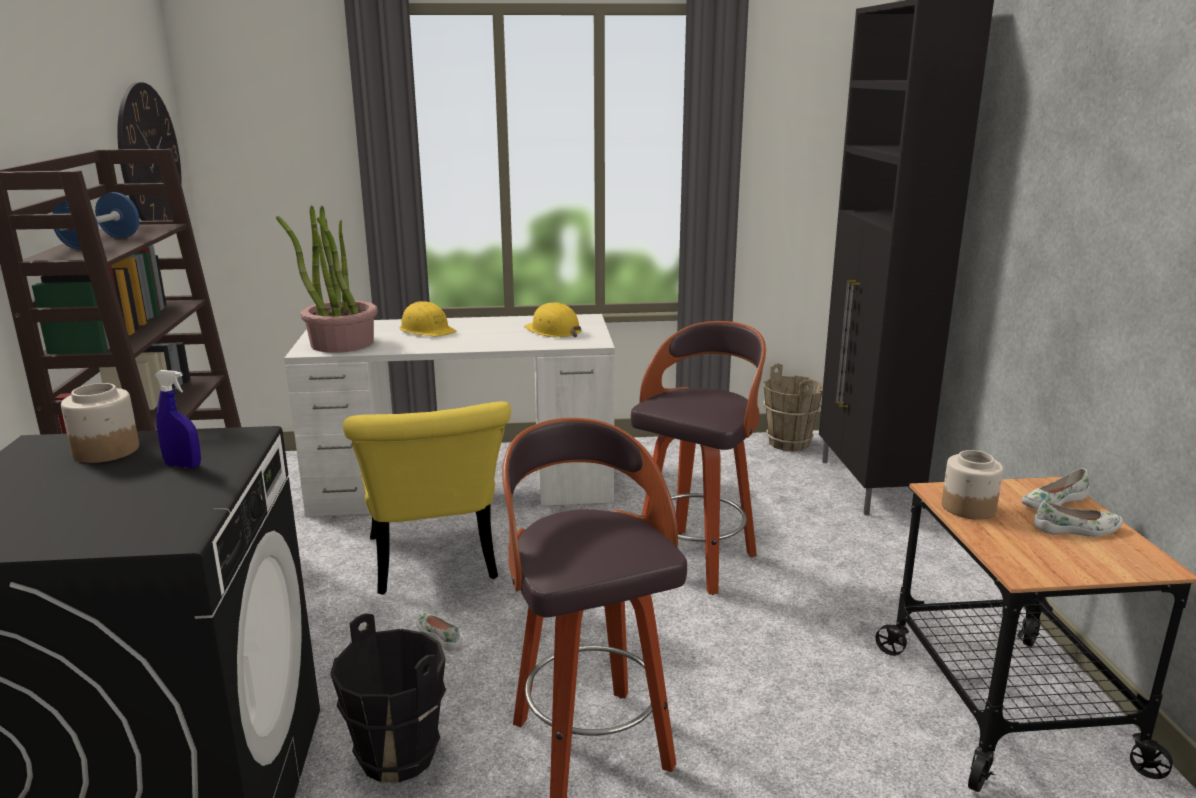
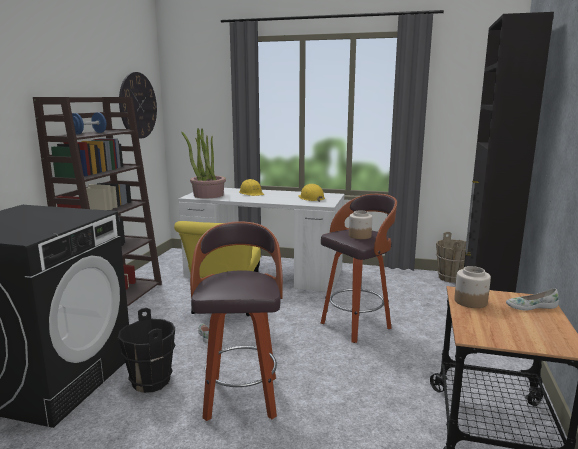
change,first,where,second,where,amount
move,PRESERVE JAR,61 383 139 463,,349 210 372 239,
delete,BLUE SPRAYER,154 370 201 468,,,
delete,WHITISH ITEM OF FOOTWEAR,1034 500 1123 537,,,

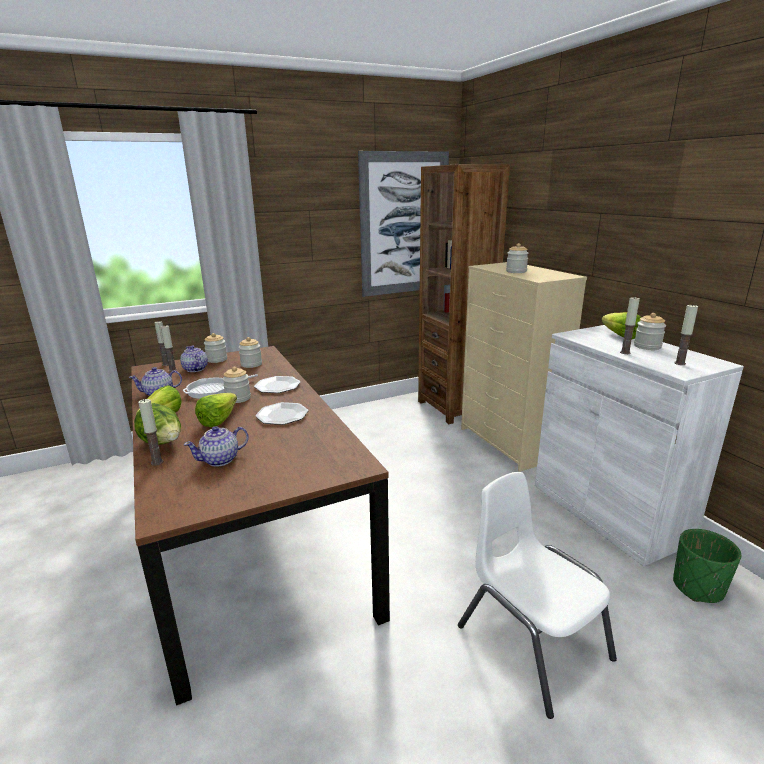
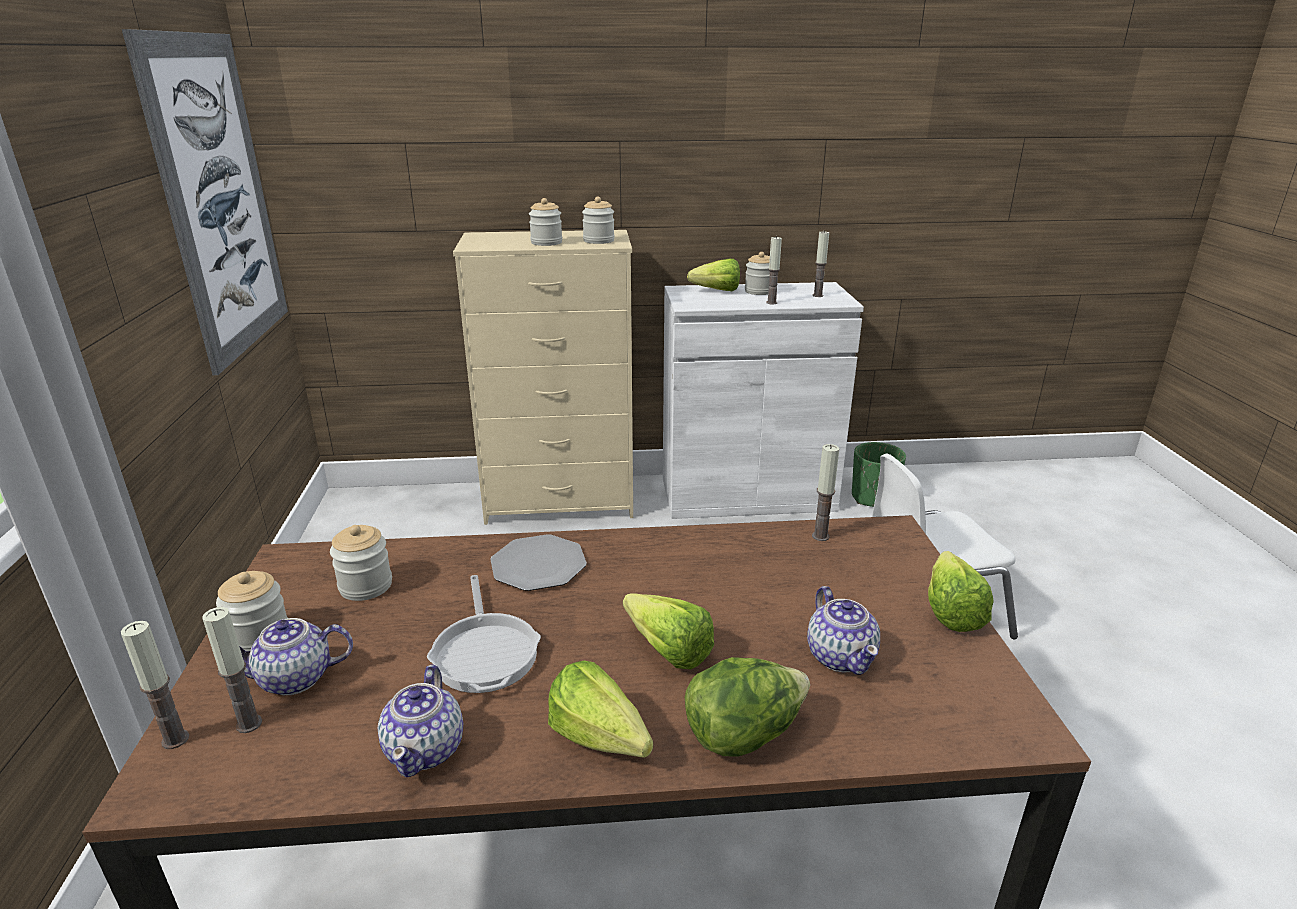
change,first,where,second,where,amount
move,PRESERVE JAR,222 367 251 403,,582 197 615 244,
move,WAX CANDLE,138 399 163 466,,812 444 839 541,
insert,,,LETTUCE HEAD,928 551 994 632,
delete,PLATE,255 402 309 425,,,
delete,BROWNISH BOOKCASE,418 164 510 424,,,

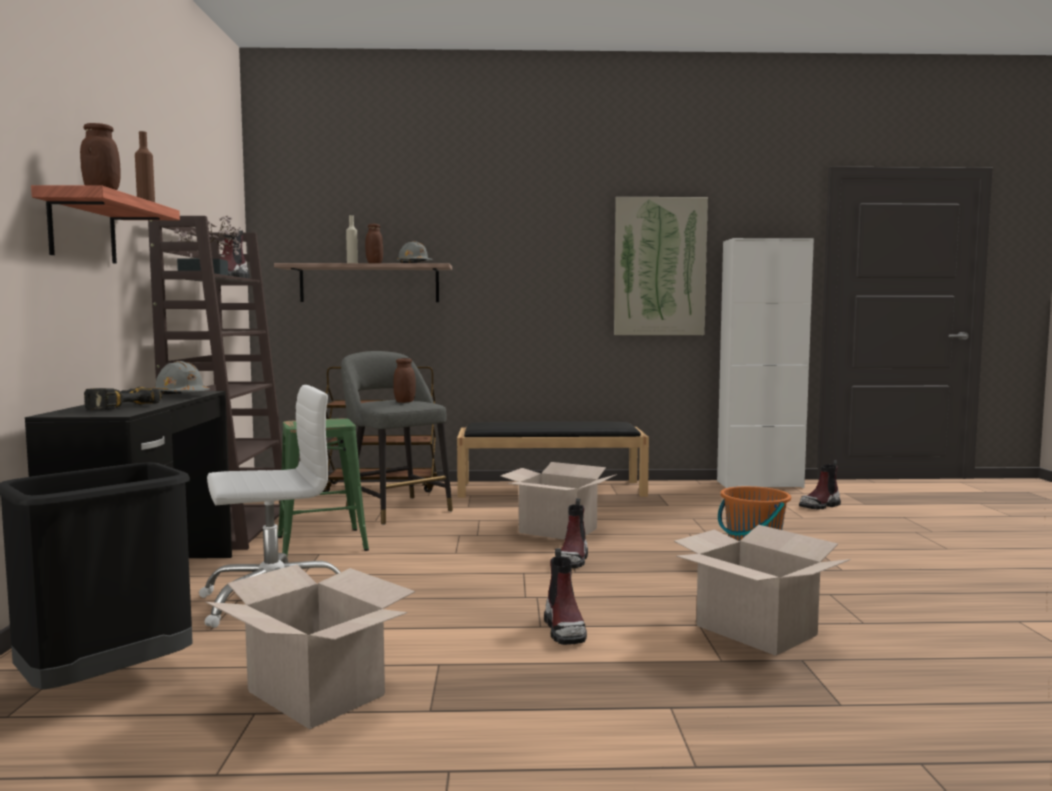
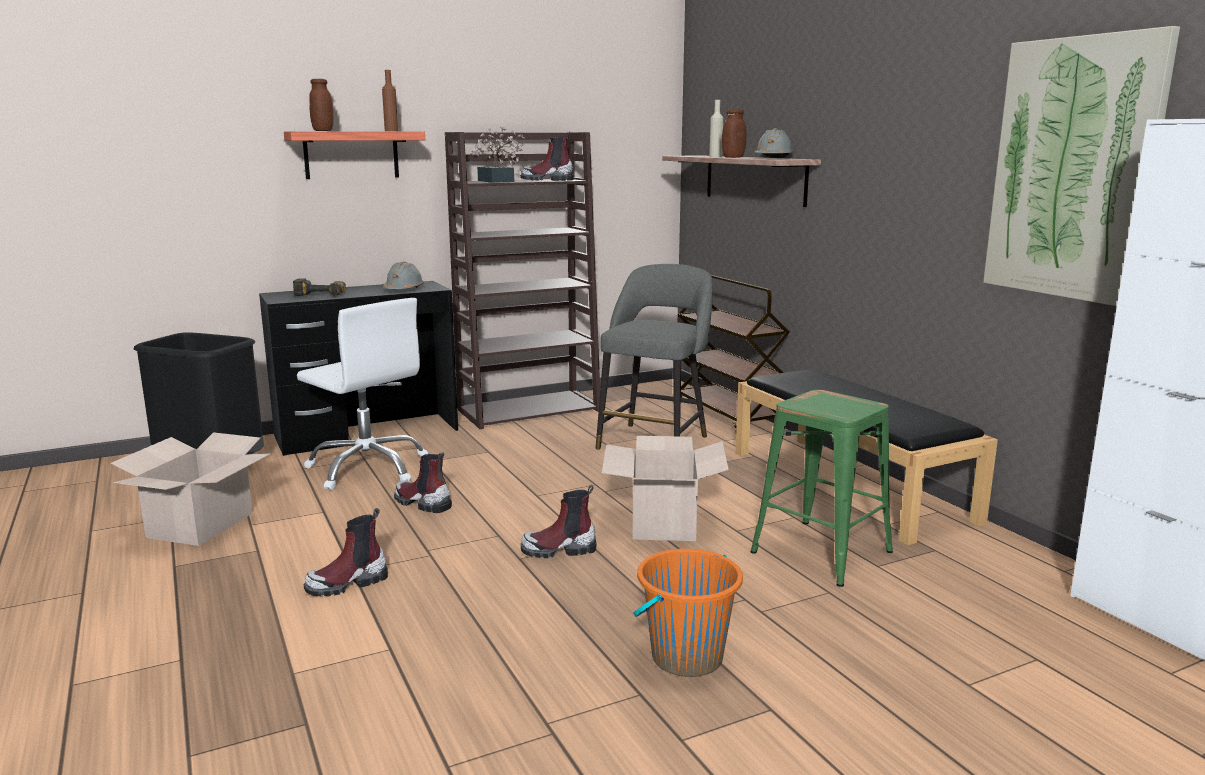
change,first,where,second,where,amount
move,TALL BOOT,799 460 841 510,,394 452 452 513,
move,GREEN-COLOURED SITTING STOOL,278 418 369 556,,751 390 893 587,
delete,BROWNISH PRESERVE JAR,393 358 416 403,,,
delete,PACKING BOX,674 525 851 656,,,

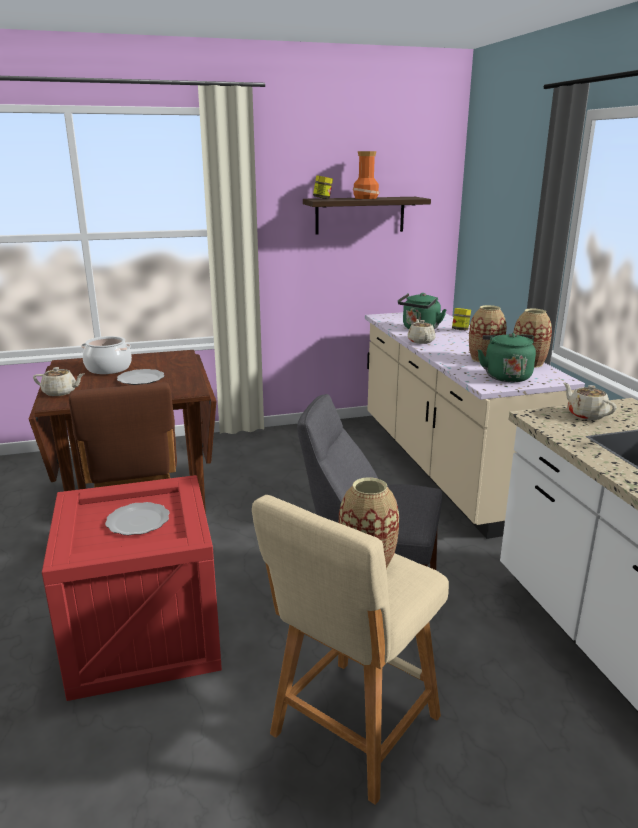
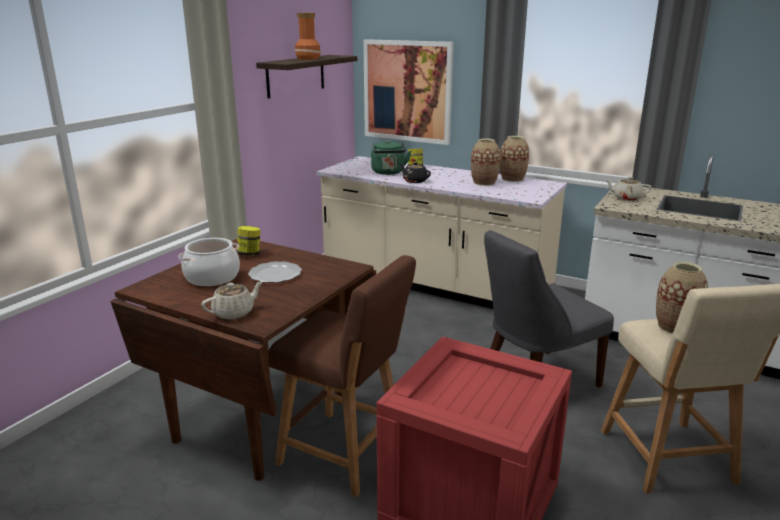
change,first,where,second,where,amount
move,PRESERVE JAR,313 175 333 199,,237 226 261 256,
insert,,,WALL ART,363 39 454 145,
recolor,BEIGE POT FOR TEA,408 319 436 344,BLACKISH POT FOR TEA,399 162 431 183,
delete,PLATE,105 502 170 535,,,
delete,GREEN-COLOURED KETTLE,478 333 536 382,,,

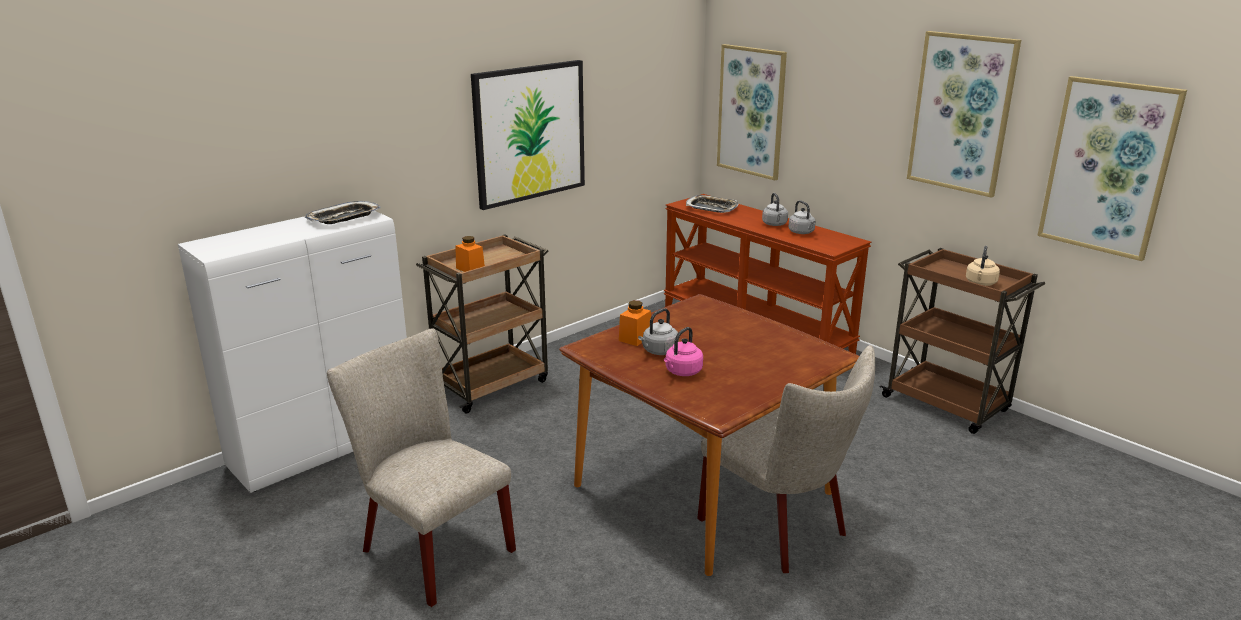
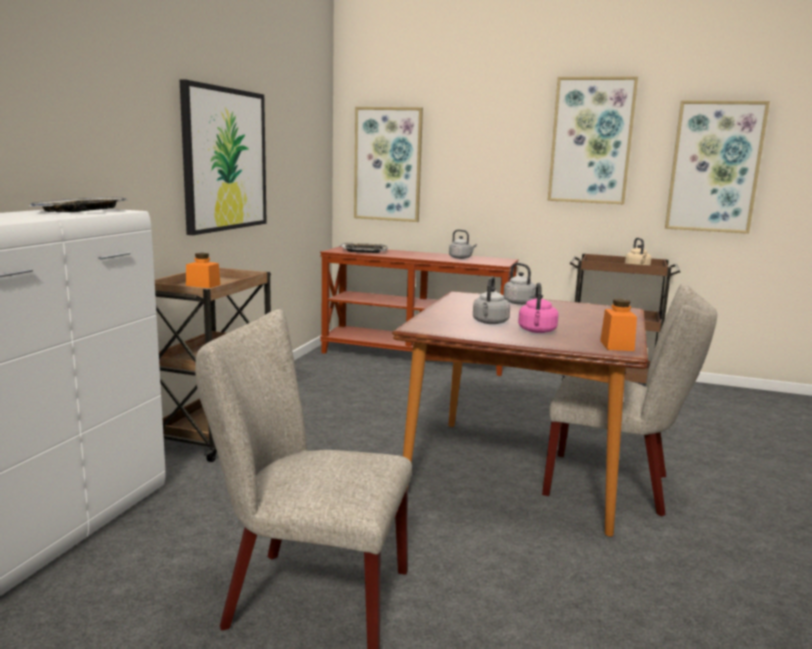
change,first,where,second,where,amount
move,GRAY KETTLE,762 193 788 226,,503 263 536 305,
move,ORANGE PRESERVE JAR,619 300 651 346,,600 299 637 351,

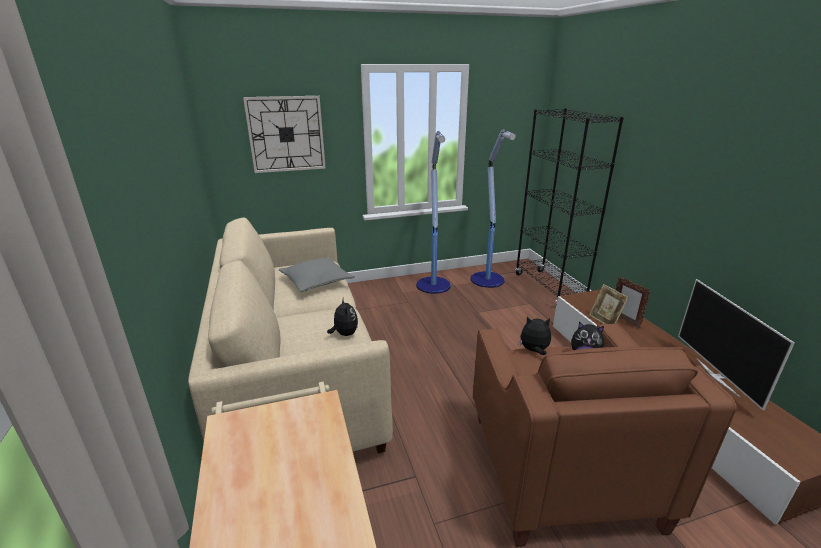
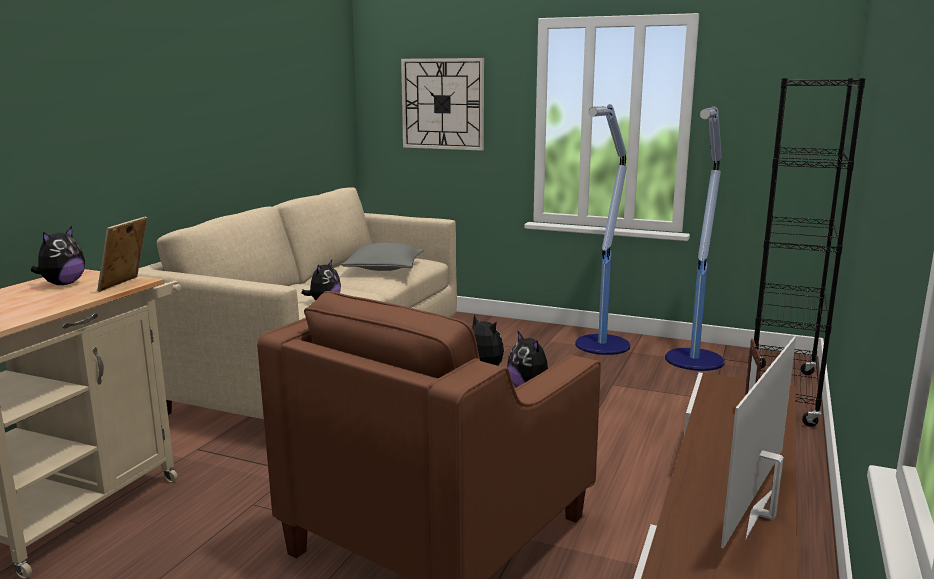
change,first,where,second,where,amount
insert,,,PLUSH TOY,31 226 85 285,
move,PHOTO FRAME,589 284 629 324,,97 217 147 292,

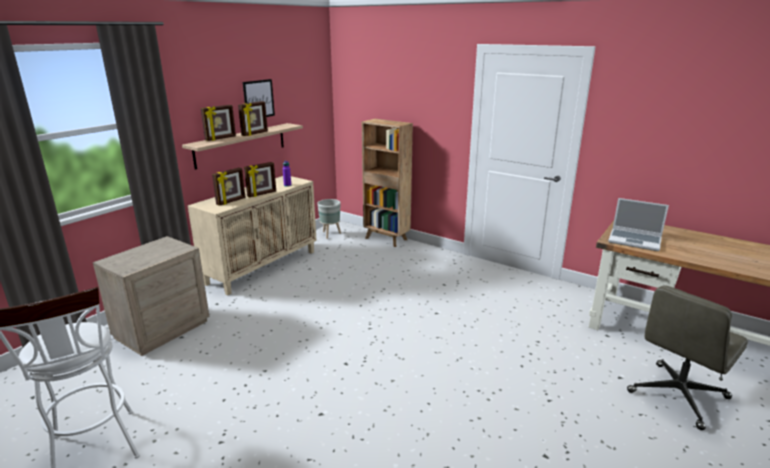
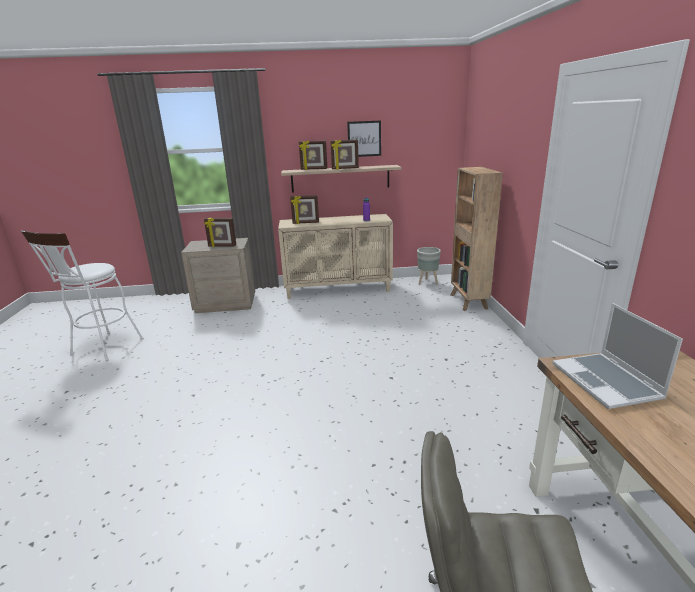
change,first,where,second,where,amount
move,PHOTO FRAME,244 162 276 197,,204 218 236 247,

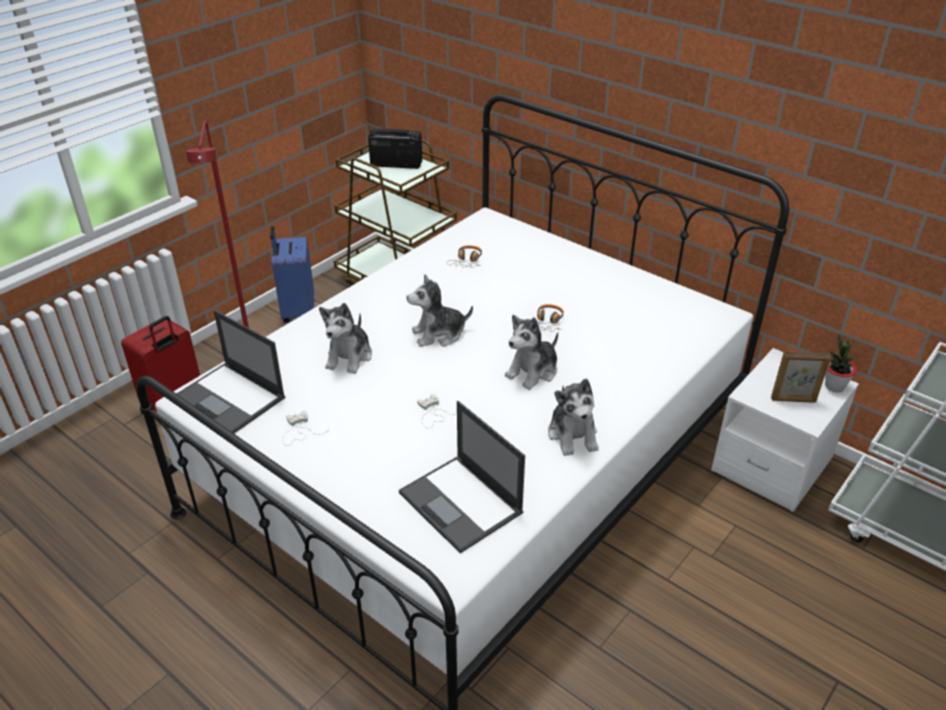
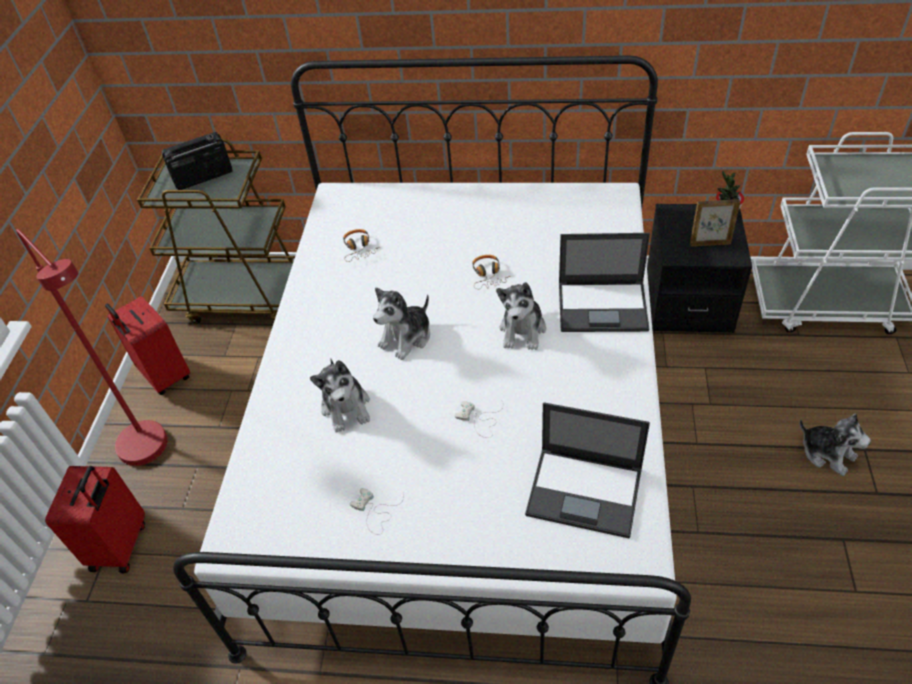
change,first,where,second,where,amount
recolor,BLUE PIECE OF LUGGAGE,270 226 314 323,RED-COLOURED PIECE OF LUGGAGE,105 296 190 395,
move,LAPTOP,177 310 285 433,,559 233 650 332,
recolor,WHITISH NIGHTSTAND,711 348 859 512,BLACKISH NIGHTSTAND,647 204 752 333,
rotate,PHOTO FRAME,771 352 831 403,,690 199 740 246,150 degrees counterclockwise
move,PLUSH TOY,548 379 599 456,,799 414 871 476,

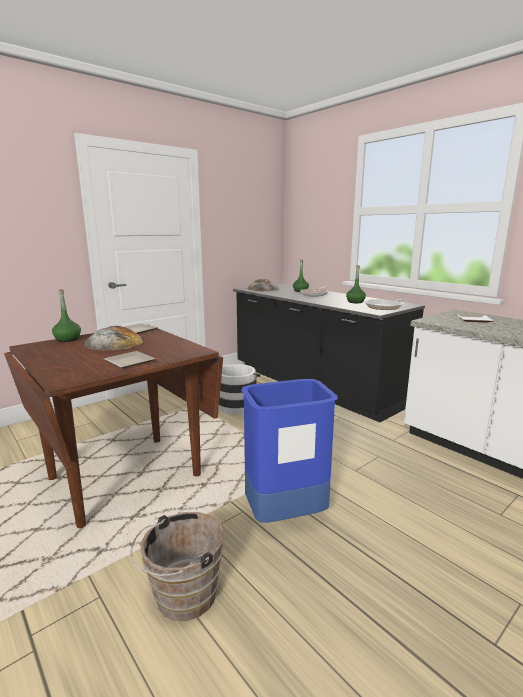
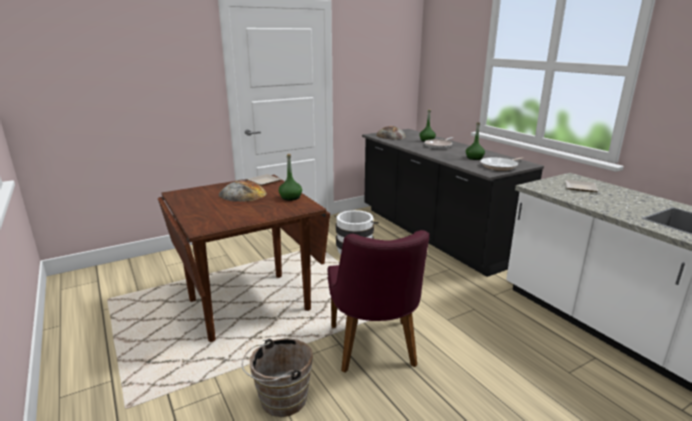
change,first,where,second,where,amount
move,GREEN-COLOURED BEVERAGE BOTTLE,52 289 81 342,,279 154 302 201,
replace,BLUE RUBBISH BIN,241 379 338 523,PURPLE-COLOURED CHAIR,327 230 430 373,
delete,PLATE,104 351 156 368,,,

